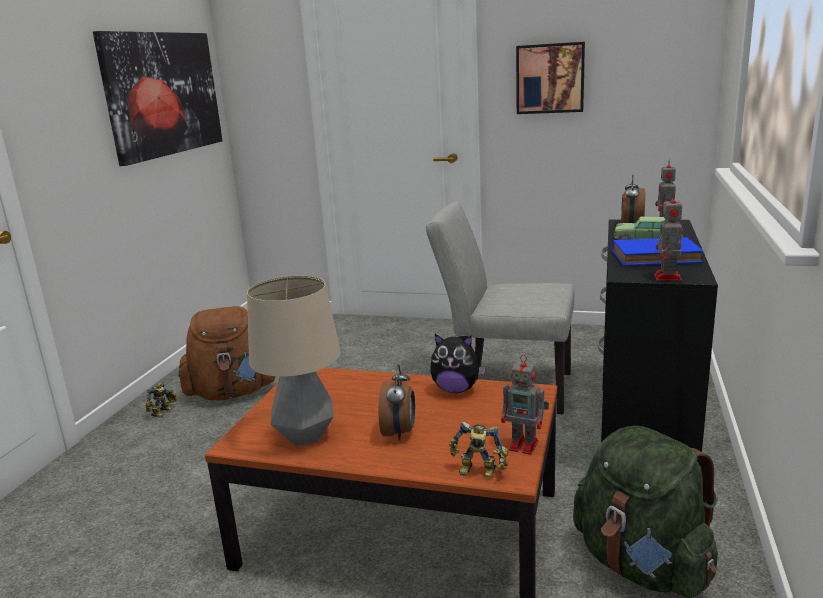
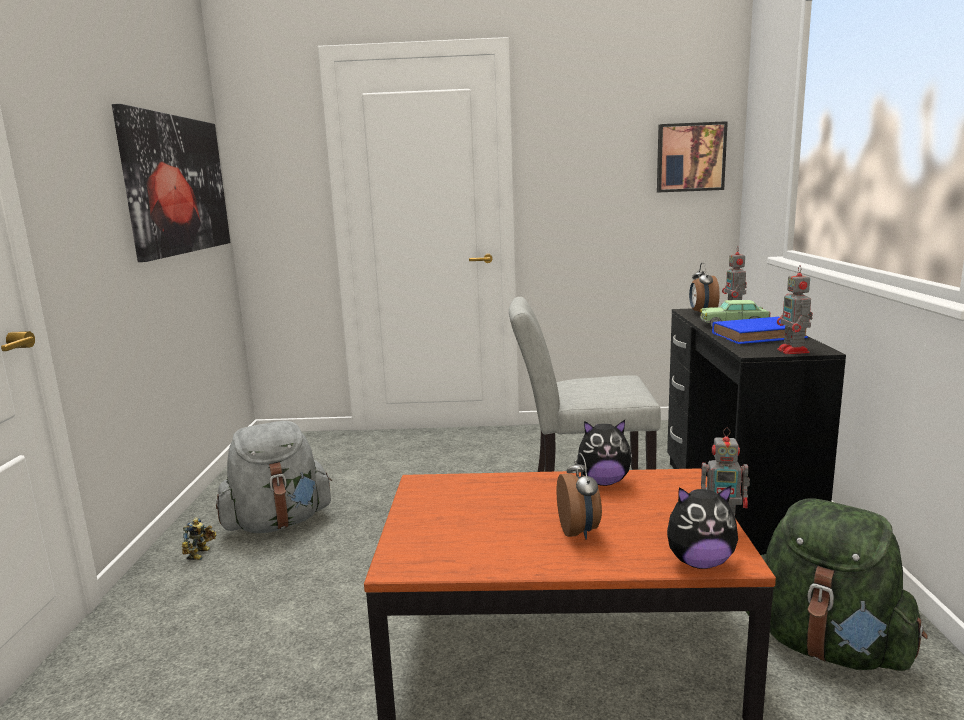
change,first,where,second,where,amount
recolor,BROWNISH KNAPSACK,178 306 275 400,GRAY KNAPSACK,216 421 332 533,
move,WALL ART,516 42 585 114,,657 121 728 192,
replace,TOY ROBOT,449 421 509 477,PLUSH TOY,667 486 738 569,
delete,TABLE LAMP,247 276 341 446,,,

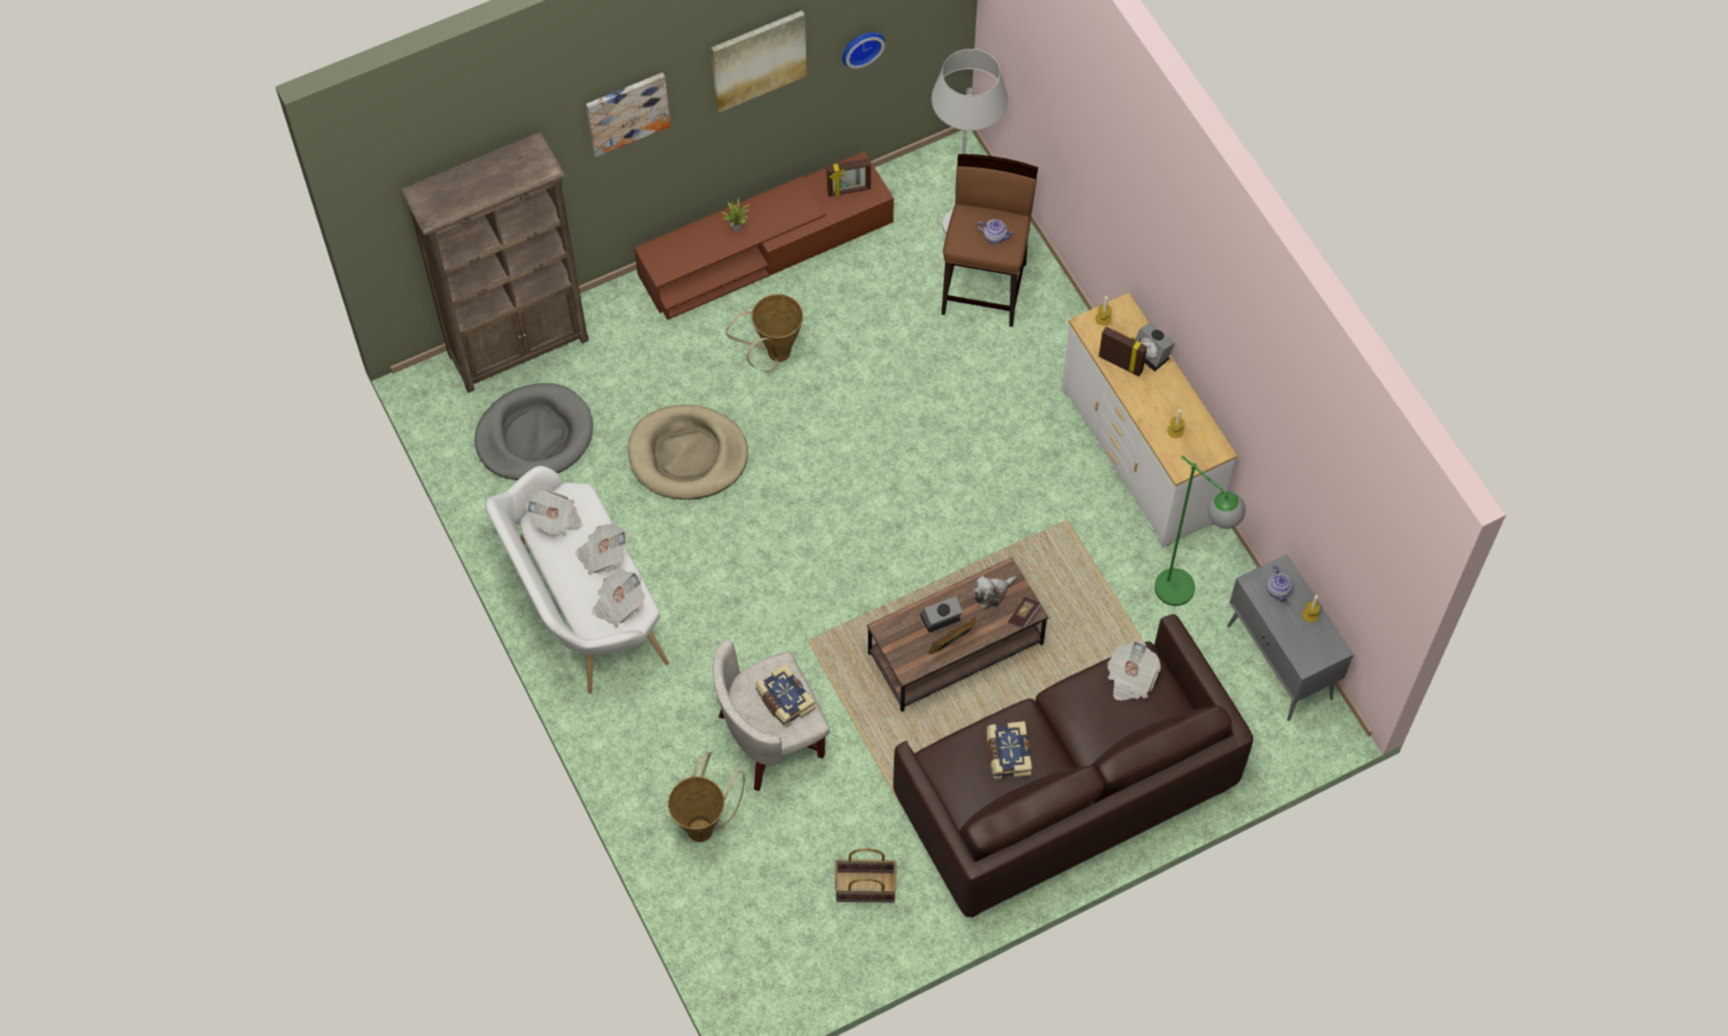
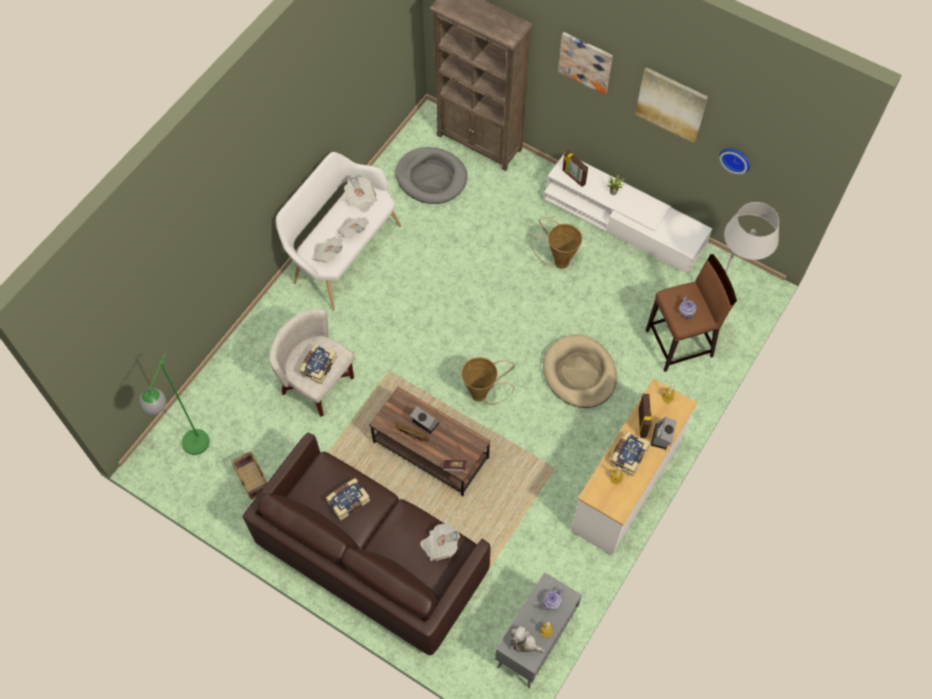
change,first,where,second,where,amount
move,GREEN-COLOURED STANDARD LAMP,1155 455 1246 606,,139 354 209 455,
move,HOUSEHOLD BASKET,668 752 745 842,,461 357 515 405,
move,PLUSH TOY,974 576 1017 609,,510 626 545 653,
move,BEIGE PET BED,628 404 748 500,,543 335 617 408,
recolor,BROWNISH TV UNIT,634 151 894 320,WHITISH TV UNIT,544 154 712 274,
move,PHOTO FRAME,827 158 871 197,,562 151 588 187,
insert,,,BOUND BOOK,610 431 650 476,

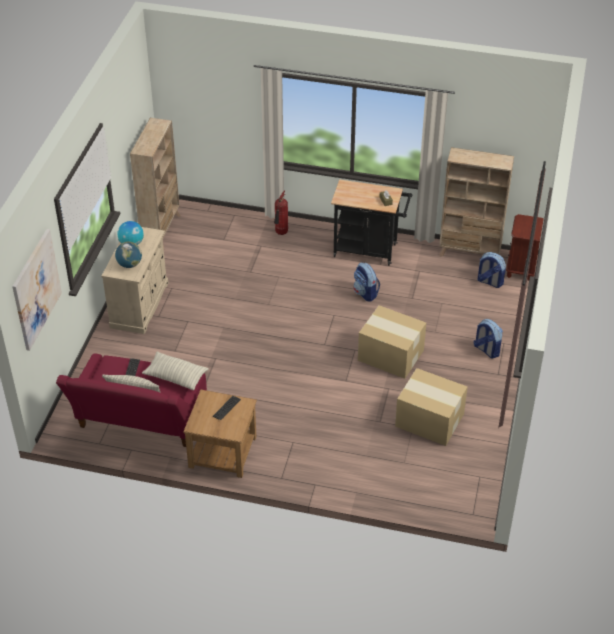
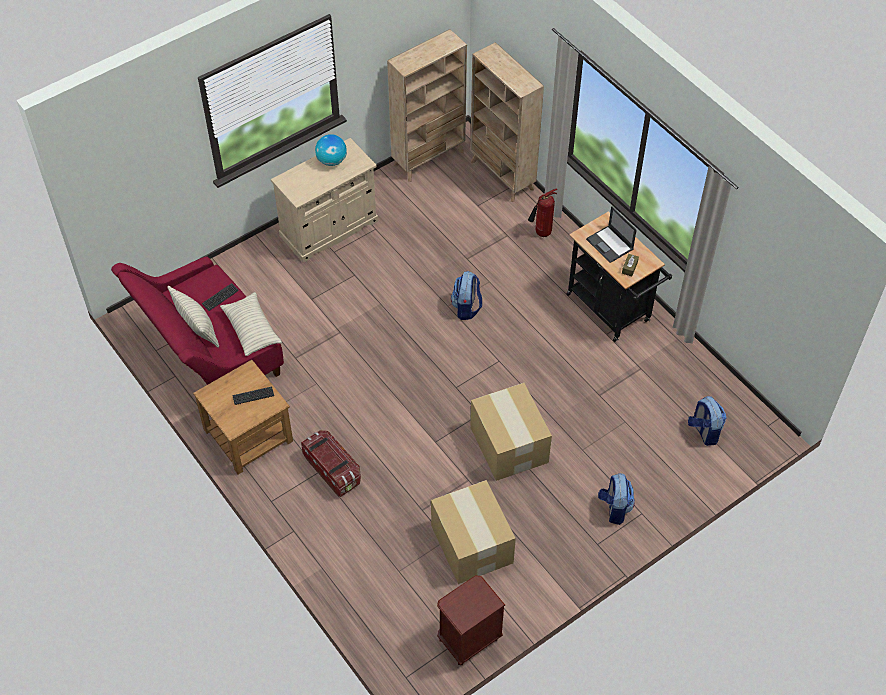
change,first,where,second,where,amount
insert,,,STORAGE CONTAINER,301 430 361 497,
move,BROWNISH NIGHTSTAND,506 214 544 281,,437 575 505 665,
move,KNAPSACK,353 262 380 302,,451 271 482 320,
move,BEIGE BOOKCASE,439 147 514 257,,470 42 544 202,
insert,,,LAPTOP,586 206 636 263,
delete,WALL ART,12 229 62 351,,,
delete,GLOBE,115 242 142 268,,,

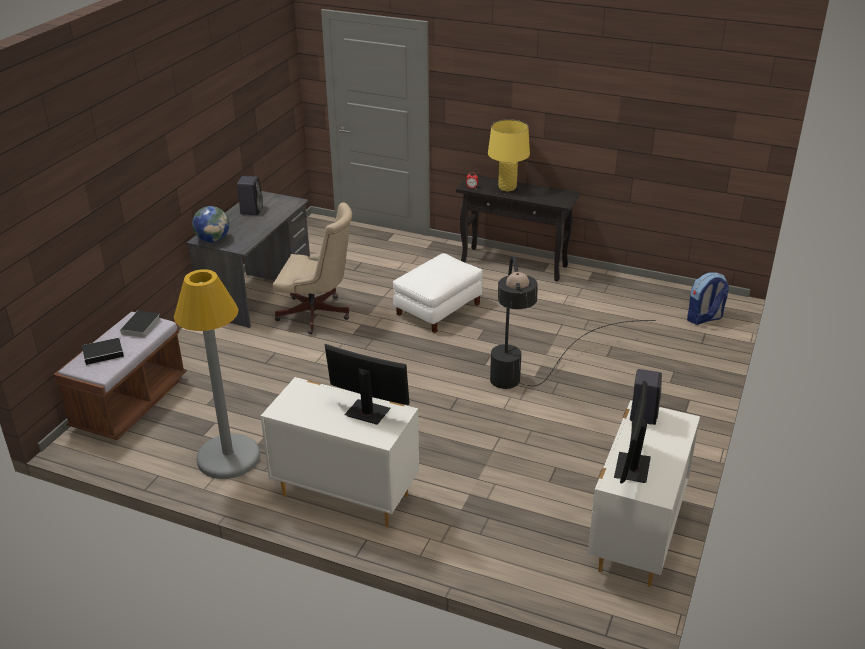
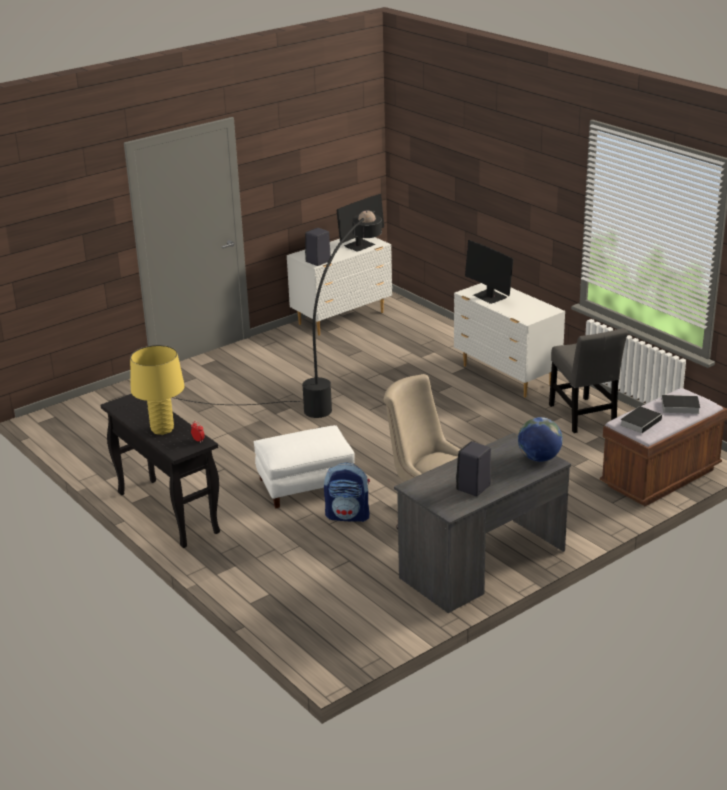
change,first,where,second,where,amount
move,KNAPSACK,687 272 729 325,,324 463 370 522,
replace,GRAY STANDARD LAMP,174 269 260 479,GRAY CHAIR,549 328 628 433,

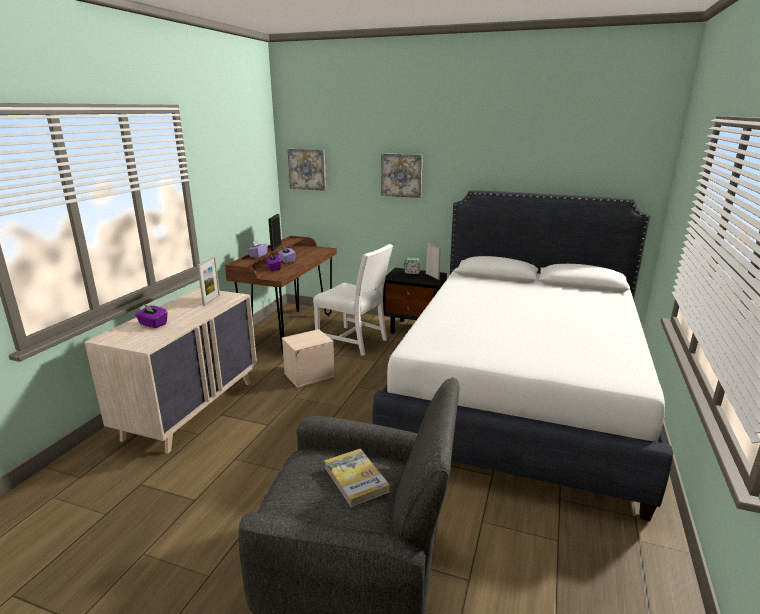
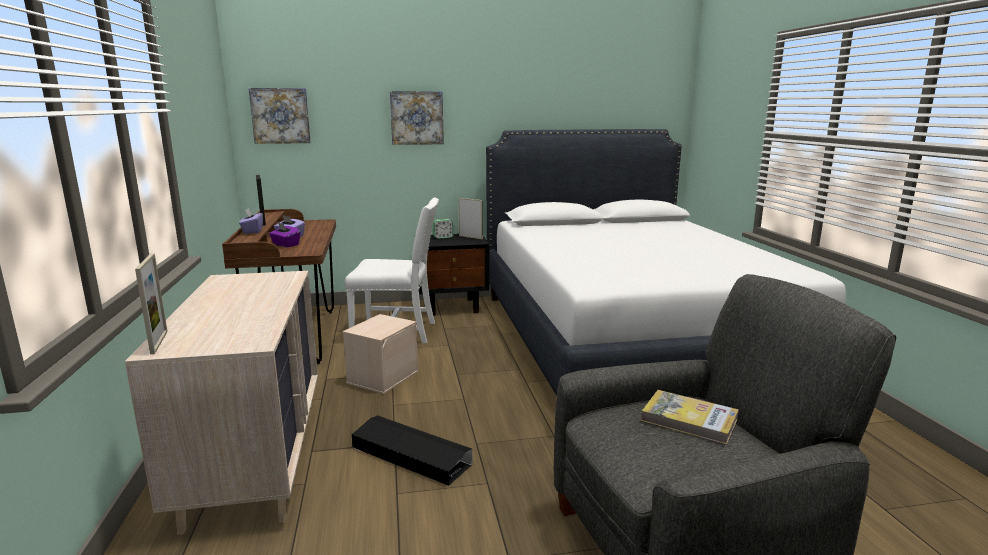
change,first,where,second,where,amount
move,PHOTO FRAME,197 256 220 306,,135 253 168 355,
insert,,,BLACKISH STORAGE CONTAINER,352 415 473 486,
delete,PURPLE-COLOURED TISSUE HOLDER,135 305 168 328,,,

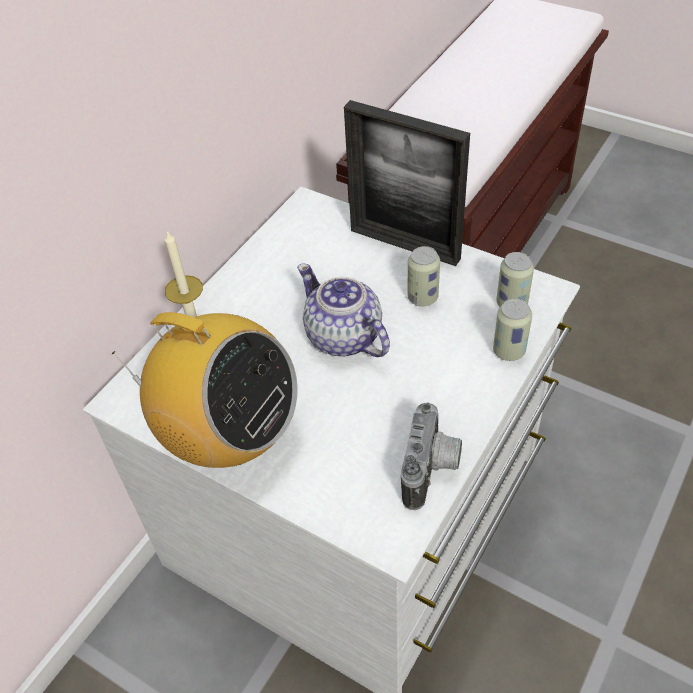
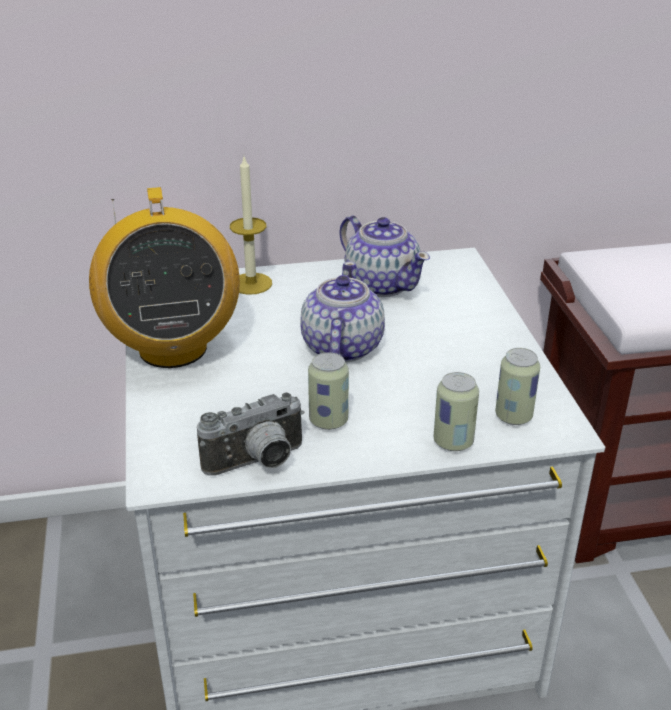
change,first,where,second,where,amount
move,CAN,407 246 440 306,,308 352 349 430,
insert,,,POT FOR TEA,340 215 430 297,
delete,PHOTO FRAME,344 100 470 266,,,

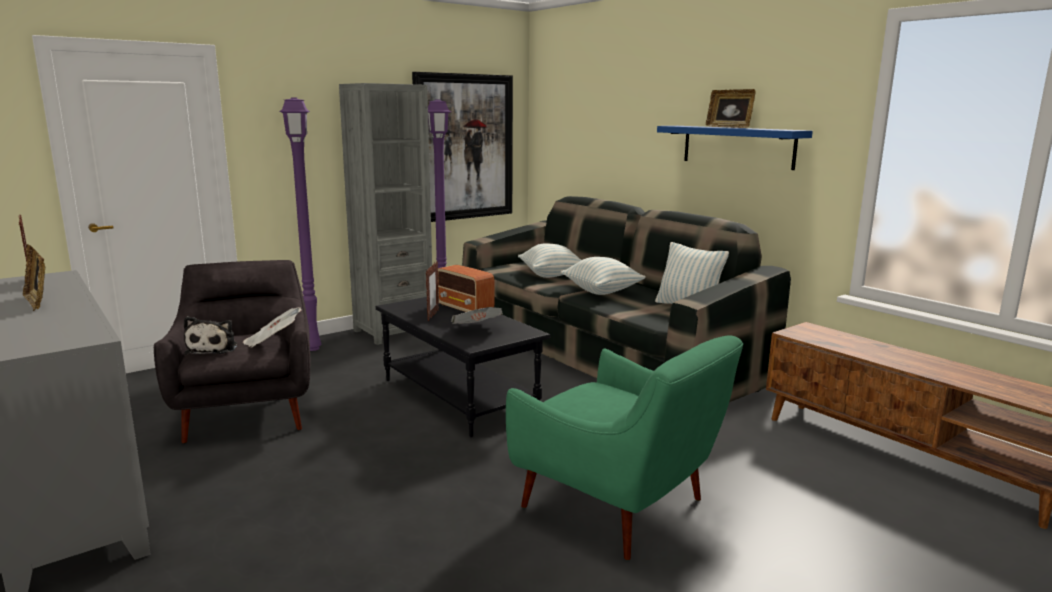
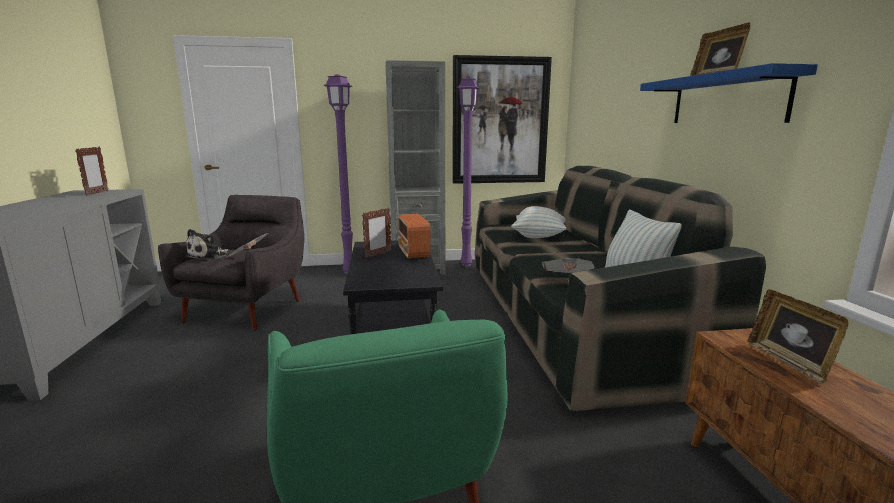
change,first,where,second,where,amount
move,PRINTED PAPER,451 307 503 324,,541 258 595 273,
move,PHOTO FRAME,23 244 45 311,,748 289 848 384,
delete,PILLOW,560 257 645 295,,,

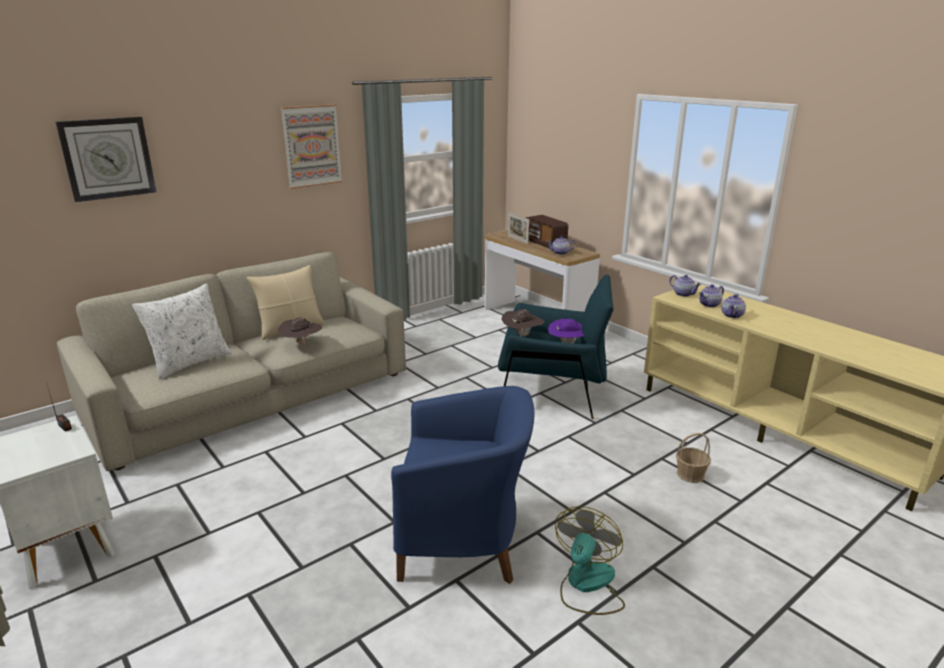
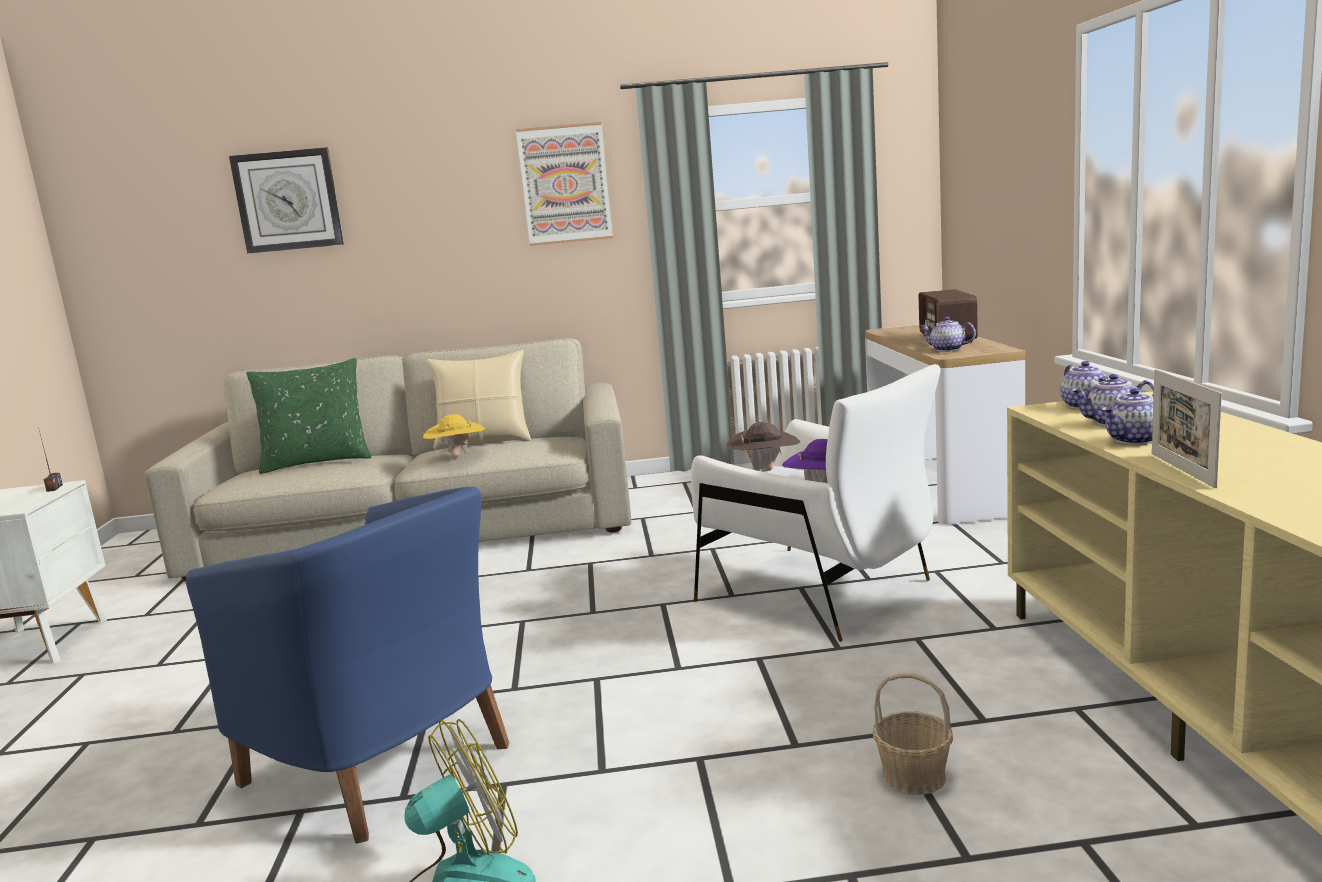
change,first,where,second,where,amount
recolor,WHITISH PILLOW,132 283 232 380,GREEN-COLOURED PILLOW,247 358 372 474,
recolor,BROWNISH CLOTHING HAT,278 317 323 345,YELLOW CLOTHING HAT,423 414 485 455,
recolor,BLUE ARMCHAIR,498 275 614 419,WHITISH ARMCHAIR,691 364 941 642,
move,PHOTO FRAME,508 212 529 244,,1152 369 1222 488,

